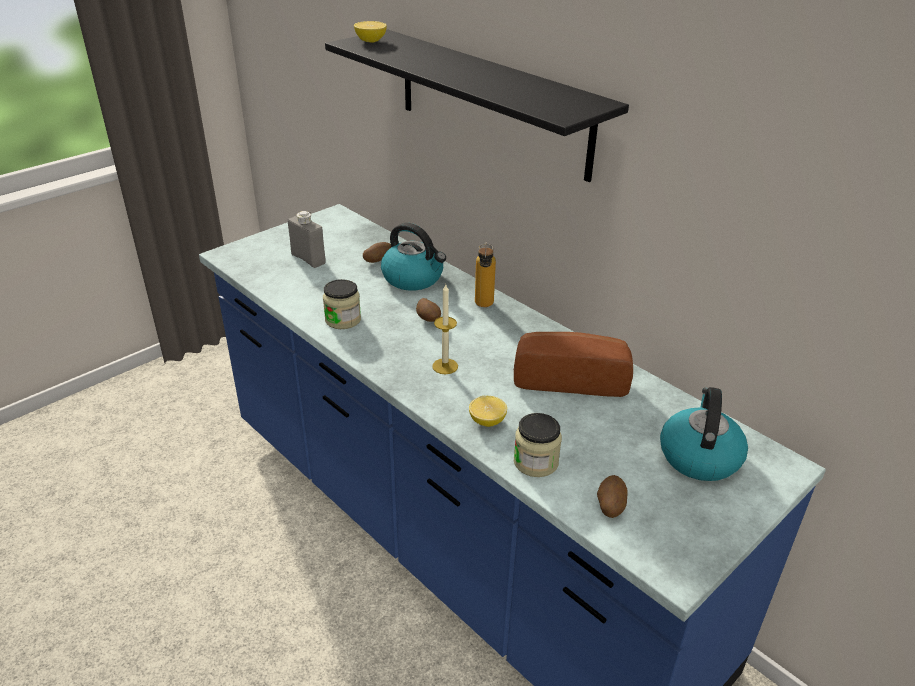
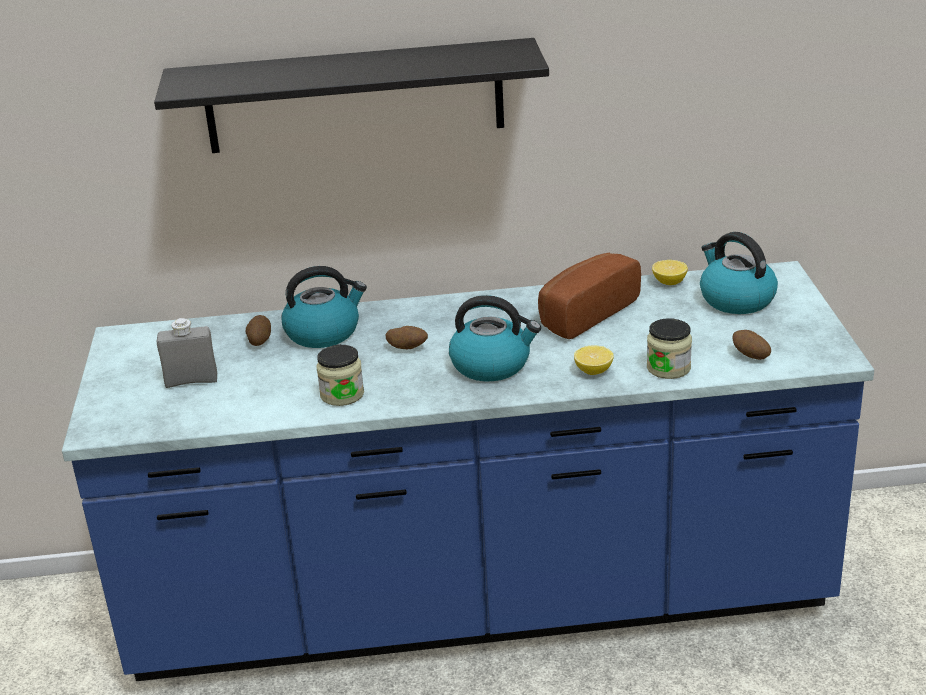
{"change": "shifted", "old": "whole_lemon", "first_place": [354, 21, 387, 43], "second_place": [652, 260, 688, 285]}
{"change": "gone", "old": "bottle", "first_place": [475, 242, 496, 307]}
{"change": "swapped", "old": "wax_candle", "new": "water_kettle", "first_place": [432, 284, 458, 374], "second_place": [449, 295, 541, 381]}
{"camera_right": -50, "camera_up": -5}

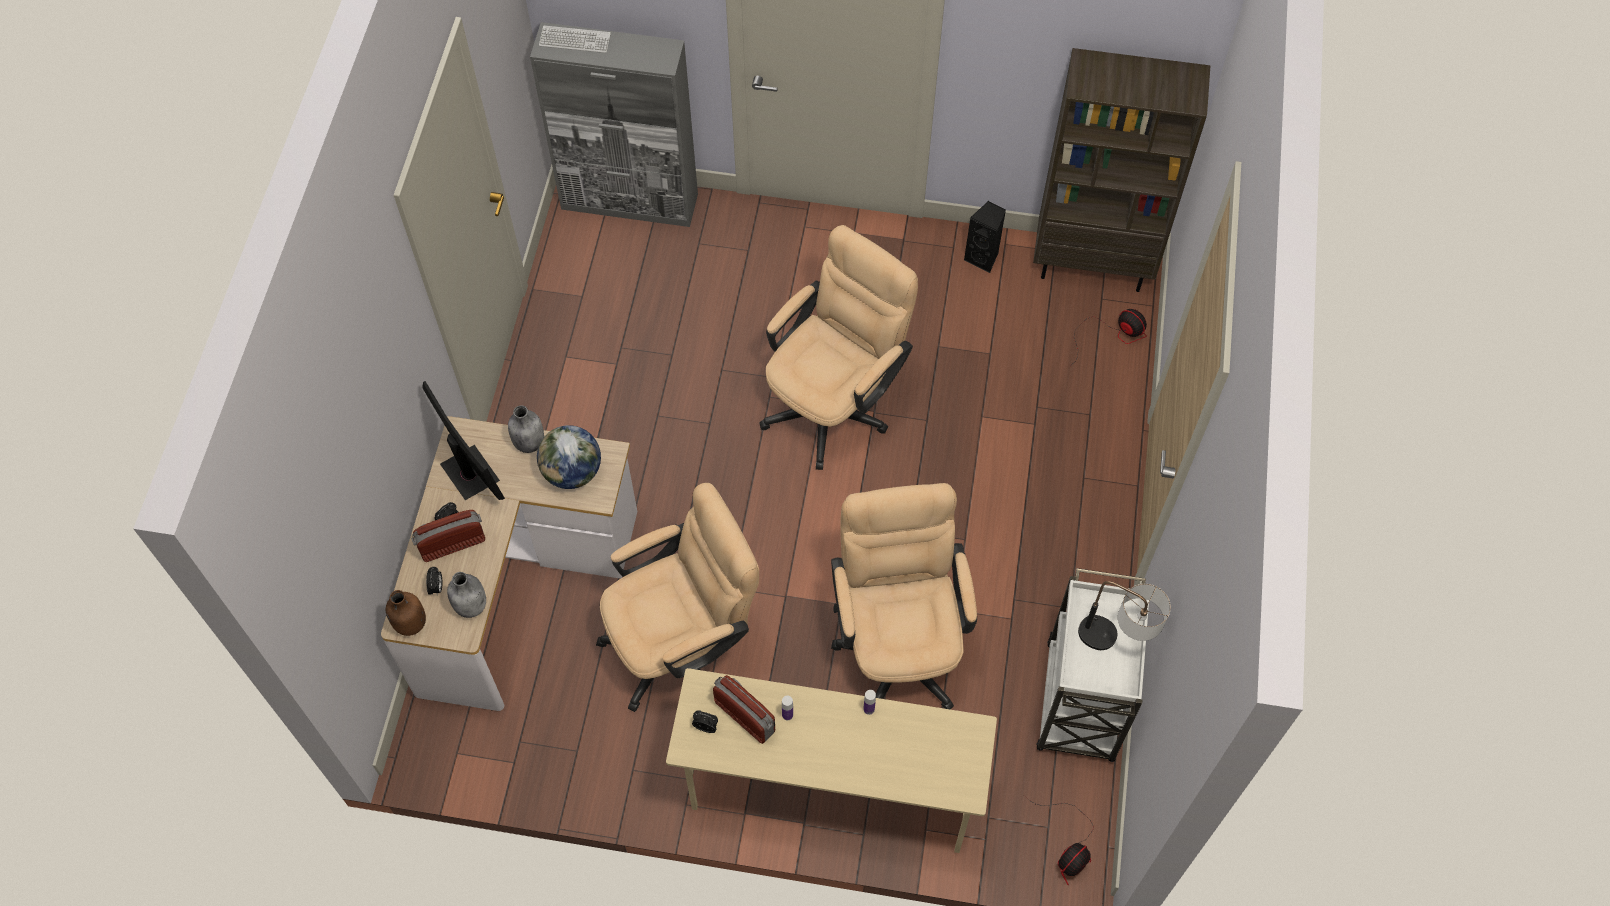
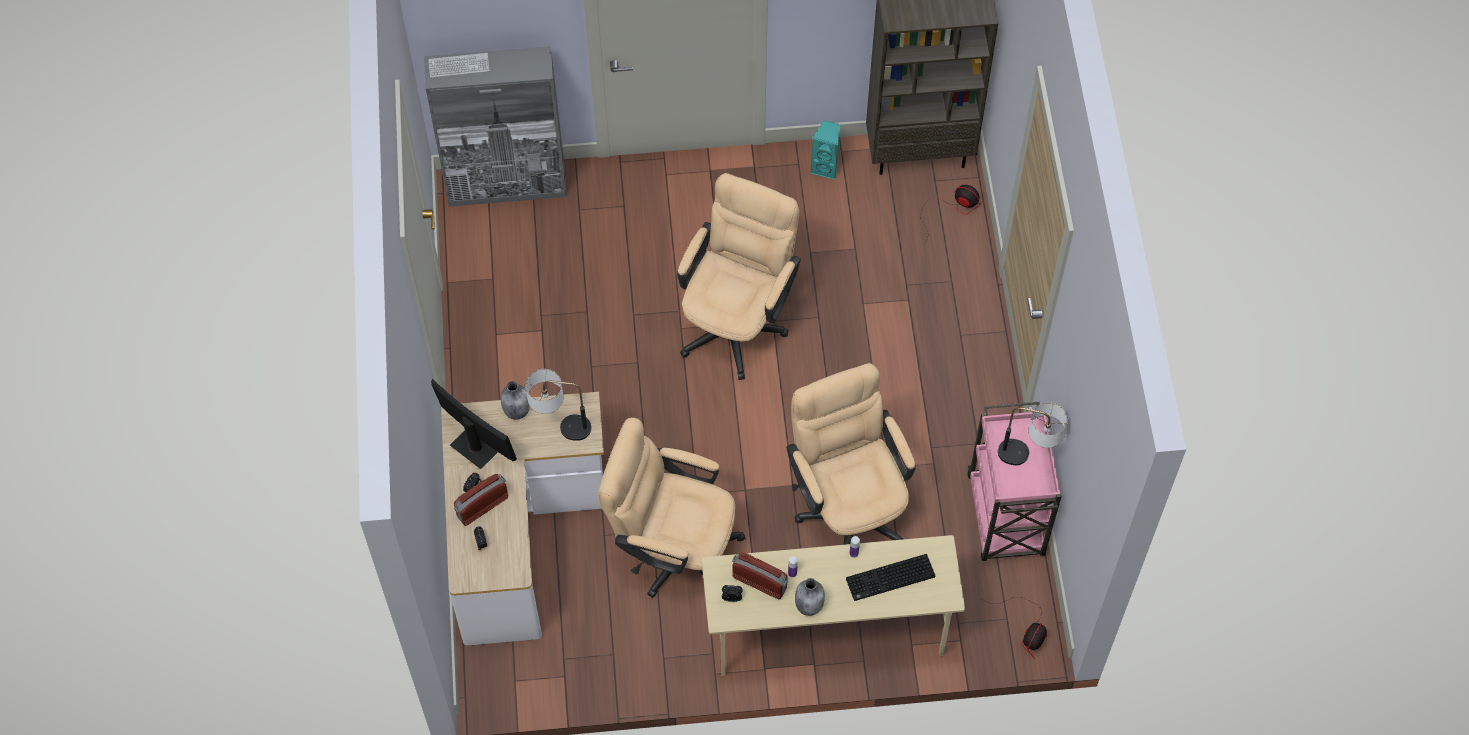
{"change": "repainted", "old": "black_audio_speaker", "new": "turquoise_audio_speaker", "first_place": [964, 201, 1006, 273], "second_place": [811, 120, 840, 180]}
{"change": "swapped", "old": "desk_globe", "new": "table_lamp", "first_place": [537, 425, 601, 489], "second_place": [525, 369, 591, 441]}
{"change": "rotated", "old": "beige-coloured_desk_chair", "first_place": [596, 483, 759, 712], "second_place": [598, 417, 746, 598], "degrees": -120}
{"change": "repainted", "old": "whitish_trolley", "new": "pinkish_trolley", "first_place": [1036, 568, 1149, 762], "second_place": [967, 402, 1061, 561]}
{"change": "shifted", "old": "gray_bottle", "first_place": [447, 572, 486, 618], "second_place": [795, 578, 825, 616]}
{"change": "gone", "old": "brown_bottle", "first_place": [386, 590, 426, 636]}
{"change": "new", "new": "computer_keyboard", "second_place": [846, 554, 935, 601]}
{"camera_right": -15, "camera_up": 0}

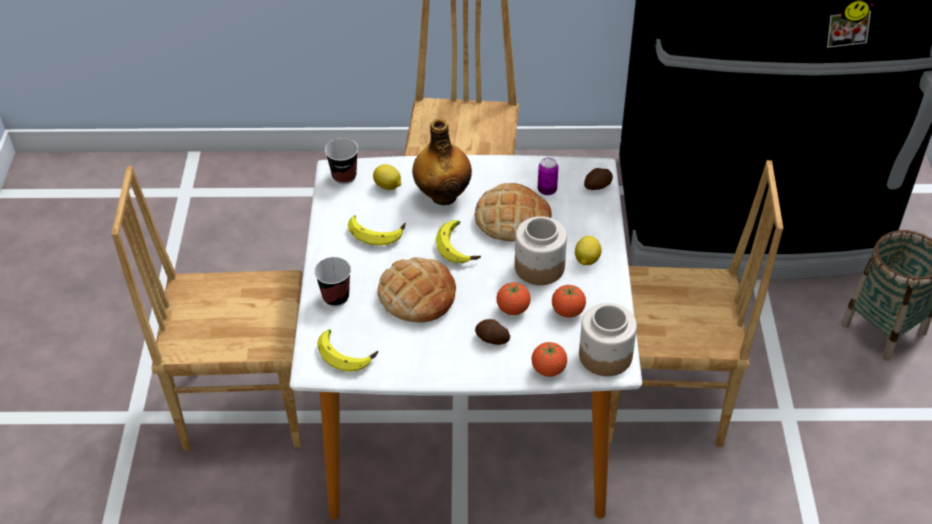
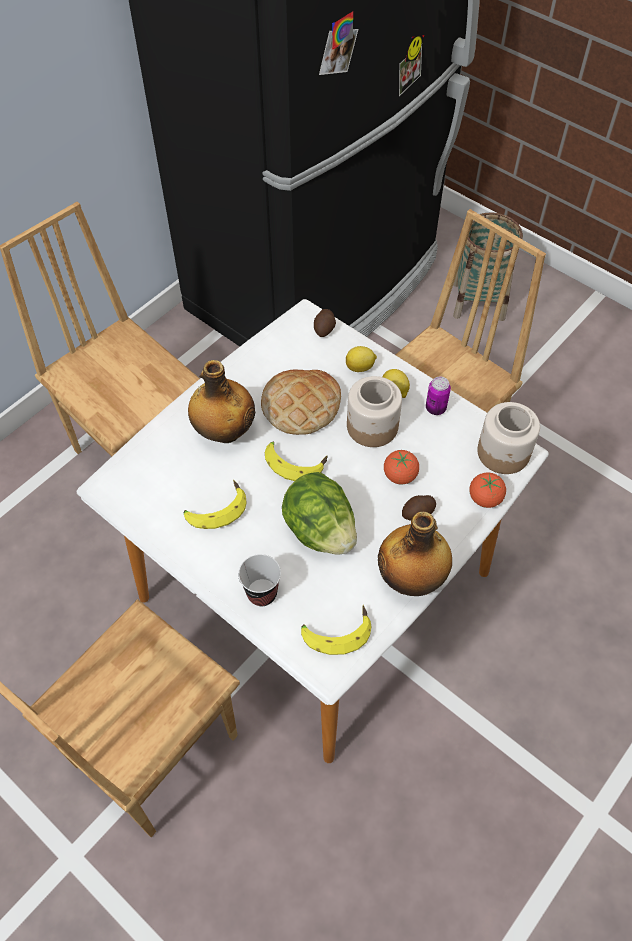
{"change": "gone", "old": "drinking_cup", "first_place": [325, 138, 358, 184]}
{"change": "shifted", "old": "sealed_can", "first_place": [538, 157, 558, 195], "second_place": [426, 377, 451, 415]}
{"change": "shifted", "old": "whole_lemon", "first_place": [373, 164, 401, 190], "second_place": [346, 346, 377, 372]}
{"change": "swapped", "old": "bread", "new": "head_of_lettuce", "first_place": [378, 257, 456, 322], "second_place": [282, 472, 357, 555]}
{"change": "gone", "old": "whole_tomato", "first_place": [552, 285, 586, 318]}
{"change": "new", "new": "bottle", "second_place": [378, 512, 452, 596]}
{"camera_right": -50, "camera_up": 10}

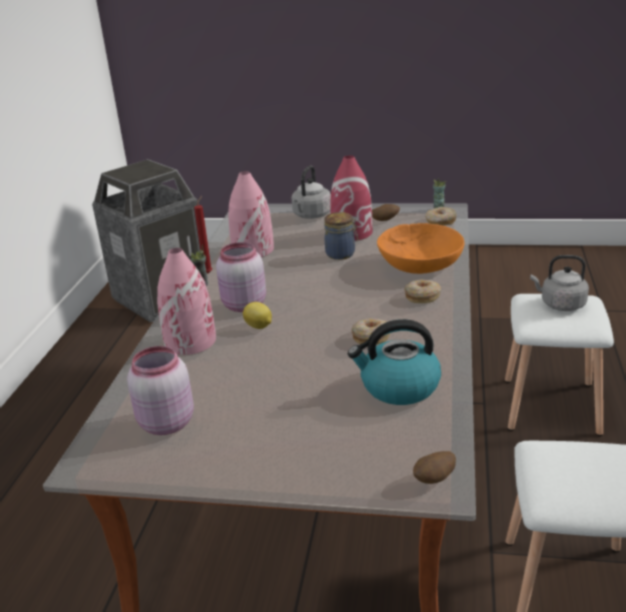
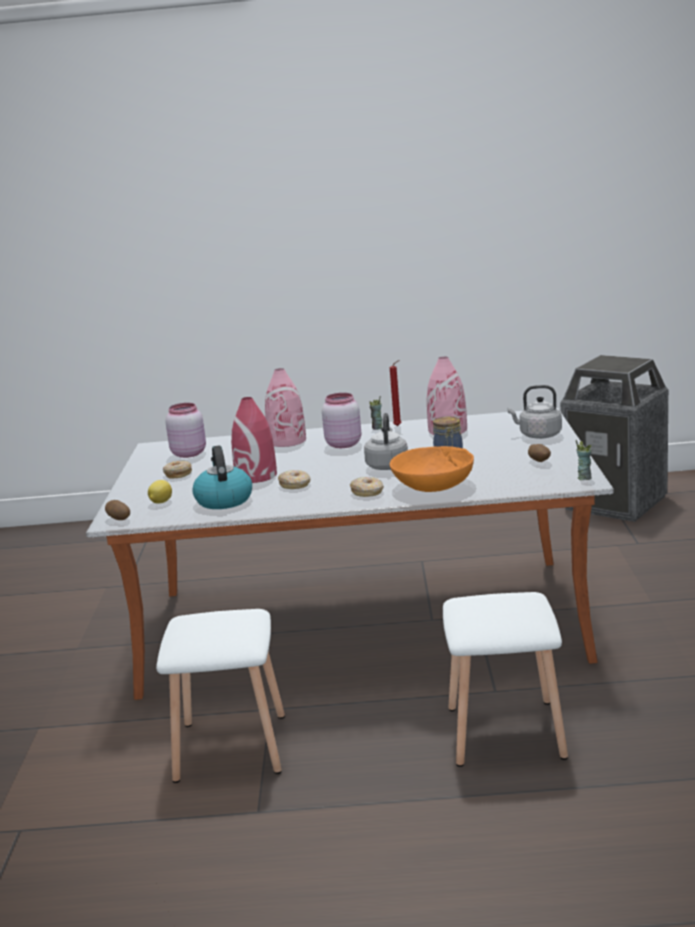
{"change": "shifted", "old": "reddish_flower_vase", "first_place": [330, 155, 373, 241], "second_place": [231, 397, 277, 483]}
{"change": "shifted", "old": "doughnut", "first_place": [425, 207, 457, 226], "second_place": [163, 461, 192, 478]}
{"change": "shifted", "old": "gray_water_kettle", "first_place": [530, 255, 589, 311], "second_place": [364, 413, 408, 470]}
{"change": "shifted", "old": "whole_lemon", "first_place": [243, 302, 272, 329], "second_place": [148, 480, 172, 504]}
{"camera_right": 80, "camera_up": -10}

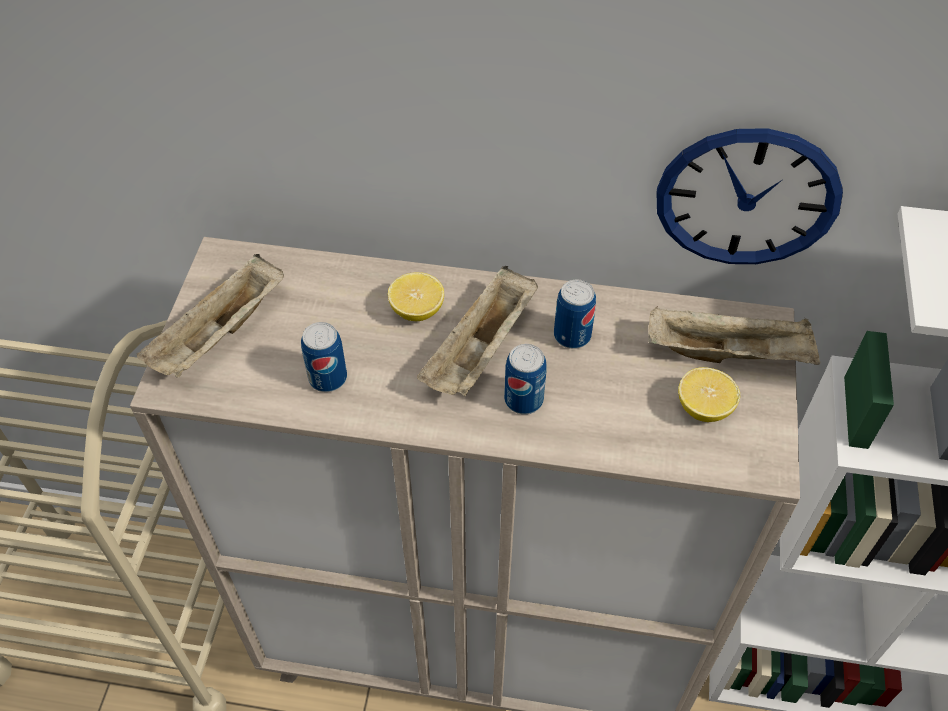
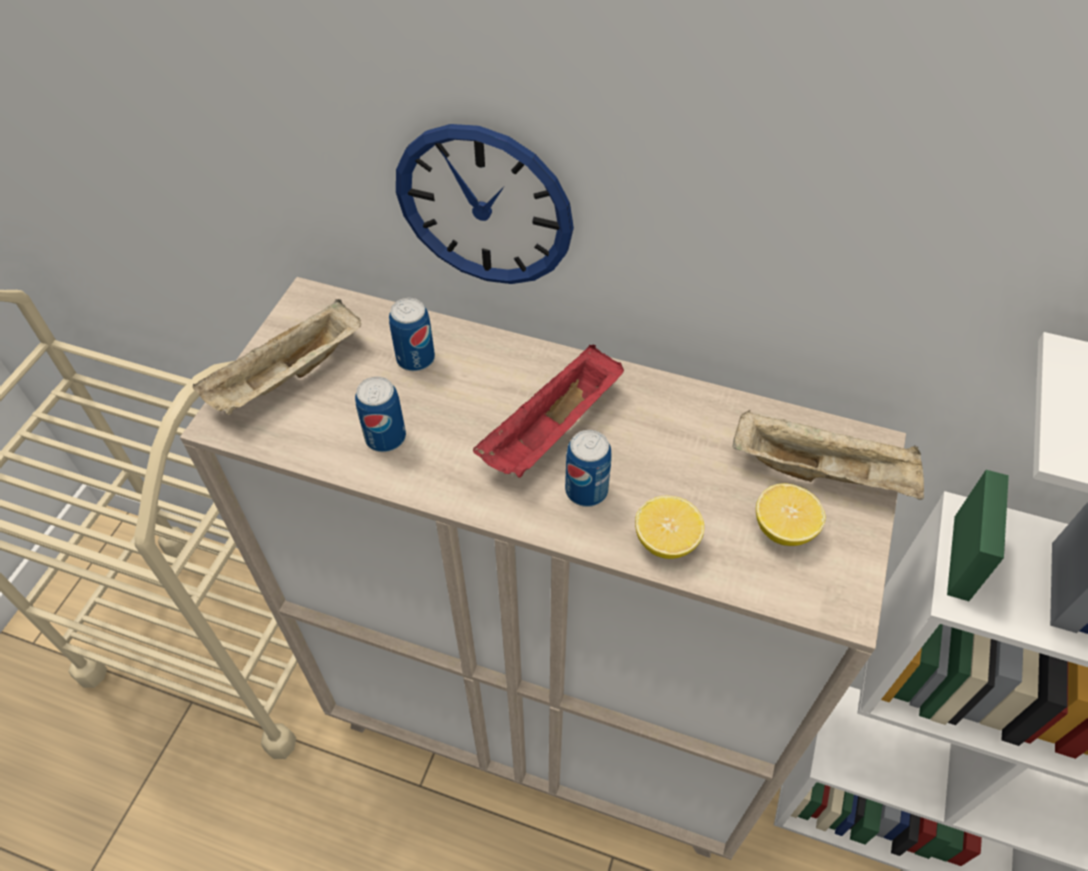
{"change": "shifted", "old": "clock_on_the_wall", "first_place": [657, 128, 843, 264], "second_place": [396, 124, 574, 284]}
{"change": "repainted", "old": "beige-coloured_carrying_tray", "new": "reddish_carrying_tray", "first_place": [417, 266, 538, 396], "second_place": [473, 345, 624, 478]}
{"change": "shifted", "old": "whole_lemon", "first_place": [388, 272, 444, 321], "second_place": [635, 496, 704, 559]}
{"change": "shifted", "old": "sealed_can", "first_place": [554, 279, 596, 349], "second_place": [389, 298, 435, 371]}
{"camera_right": 10, "camera_up": 0}

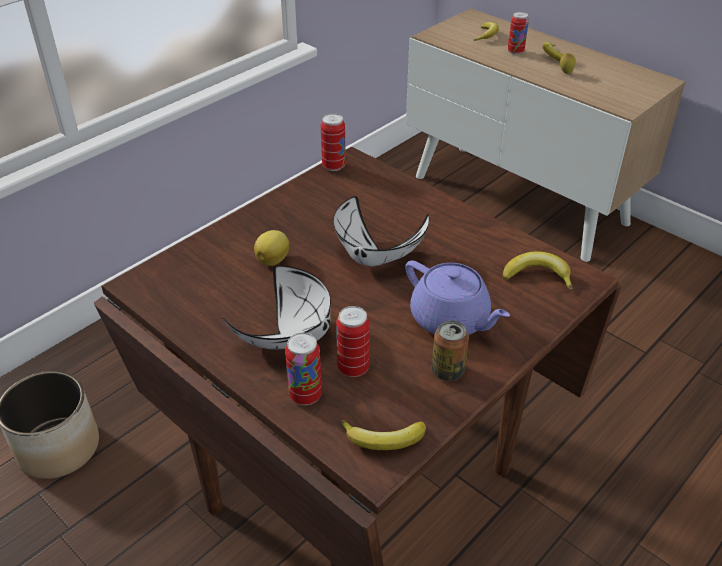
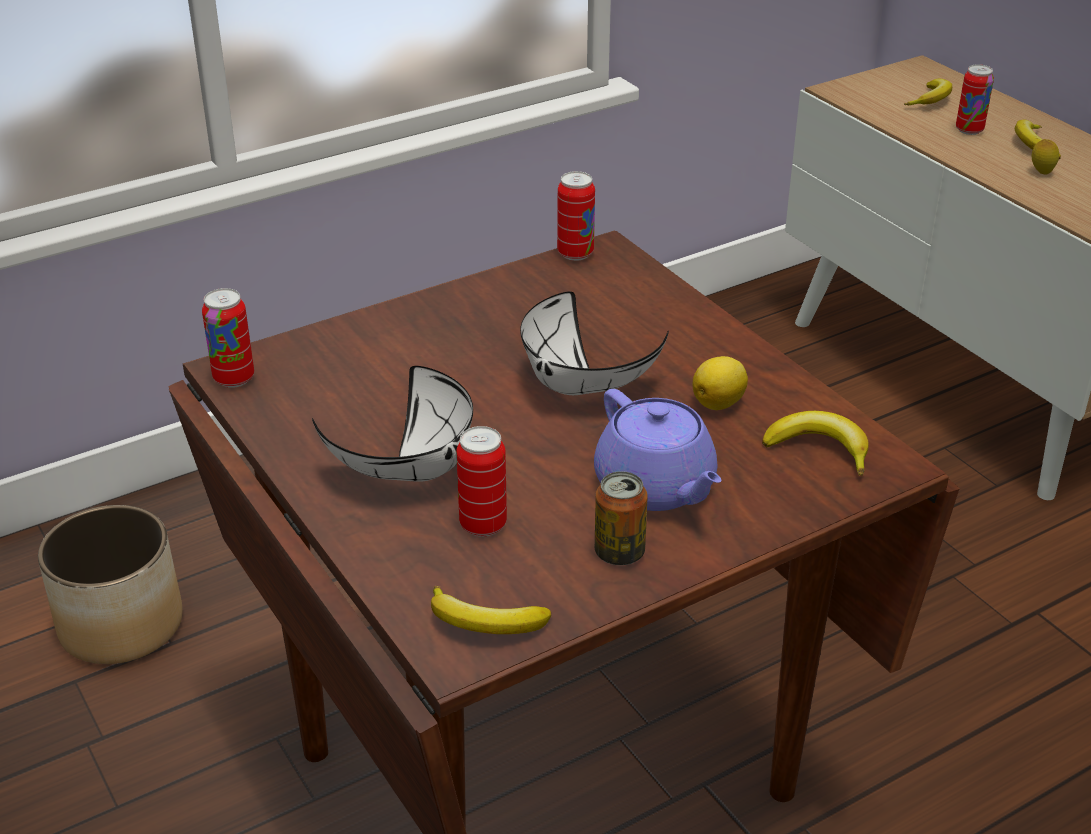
{"change": "shifted", "old": "whole_lemon", "first_place": [254, 230, 289, 266], "second_place": [693, 356, 748, 410]}
{"change": "shifted", "old": "sealed_can", "first_place": [285, 332, 322, 405], "second_place": [202, 288, 254, 388]}
{"camera_right": 15, "camera_up": -5}

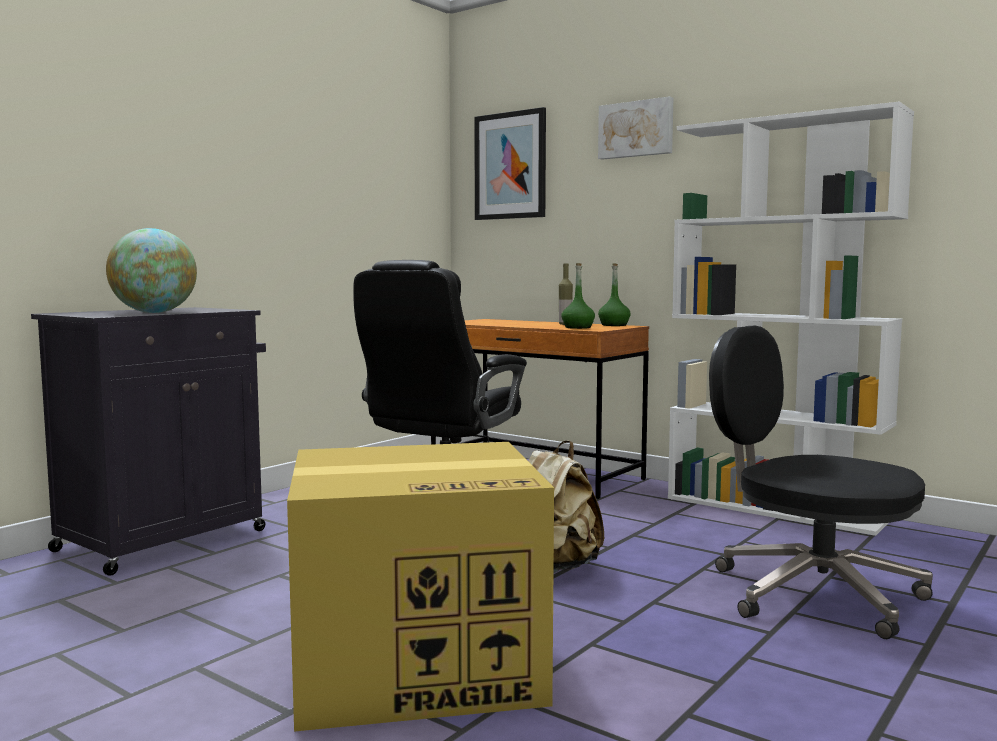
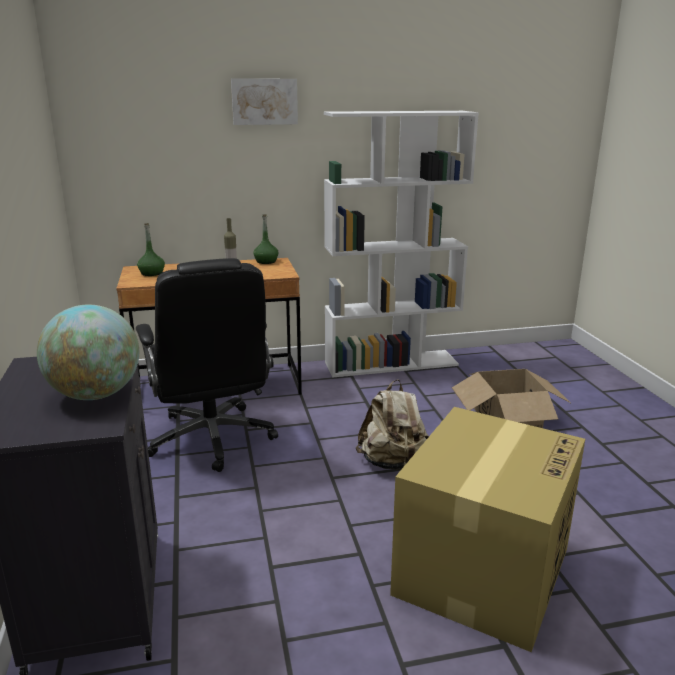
{"change": "gone", "old": "wall_art", "first_place": [474, 107, 546, 220]}
{"change": "shifted", "old": "green-coloured_bottle", "first_place": [561, 263, 595, 329], "second_place": [137, 223, 165, 276]}
{"change": "swapped", "old": "black_desk_chair", "new": "packing_box", "first_place": [709, 326, 933, 639], "second_place": [452, 369, 572, 428]}
{"camera_right": -50, "camera_up": 15}

